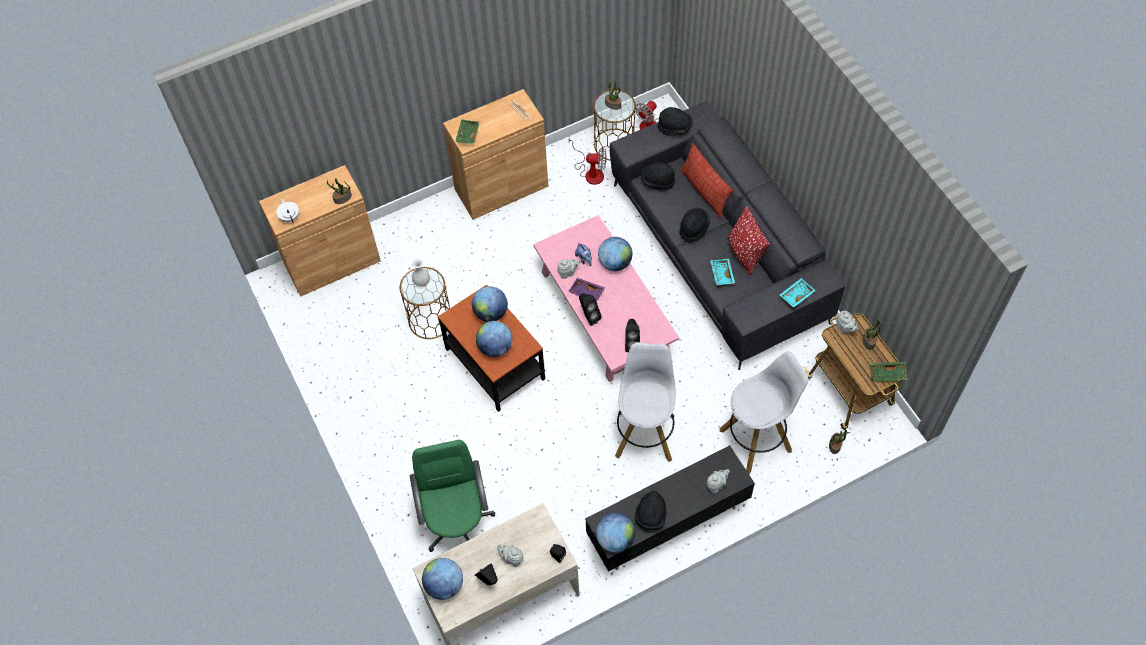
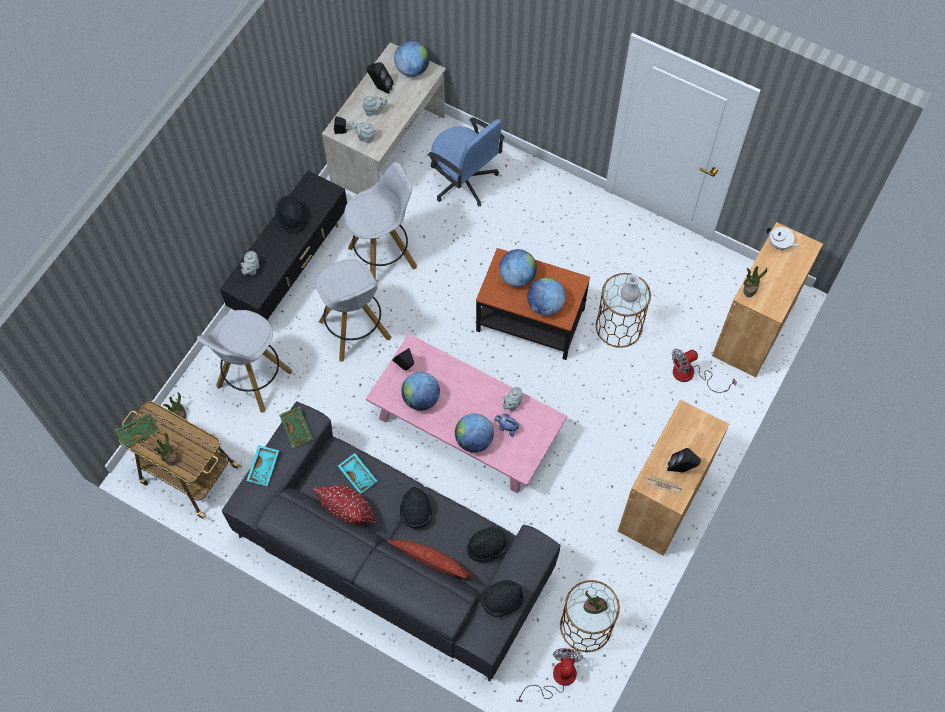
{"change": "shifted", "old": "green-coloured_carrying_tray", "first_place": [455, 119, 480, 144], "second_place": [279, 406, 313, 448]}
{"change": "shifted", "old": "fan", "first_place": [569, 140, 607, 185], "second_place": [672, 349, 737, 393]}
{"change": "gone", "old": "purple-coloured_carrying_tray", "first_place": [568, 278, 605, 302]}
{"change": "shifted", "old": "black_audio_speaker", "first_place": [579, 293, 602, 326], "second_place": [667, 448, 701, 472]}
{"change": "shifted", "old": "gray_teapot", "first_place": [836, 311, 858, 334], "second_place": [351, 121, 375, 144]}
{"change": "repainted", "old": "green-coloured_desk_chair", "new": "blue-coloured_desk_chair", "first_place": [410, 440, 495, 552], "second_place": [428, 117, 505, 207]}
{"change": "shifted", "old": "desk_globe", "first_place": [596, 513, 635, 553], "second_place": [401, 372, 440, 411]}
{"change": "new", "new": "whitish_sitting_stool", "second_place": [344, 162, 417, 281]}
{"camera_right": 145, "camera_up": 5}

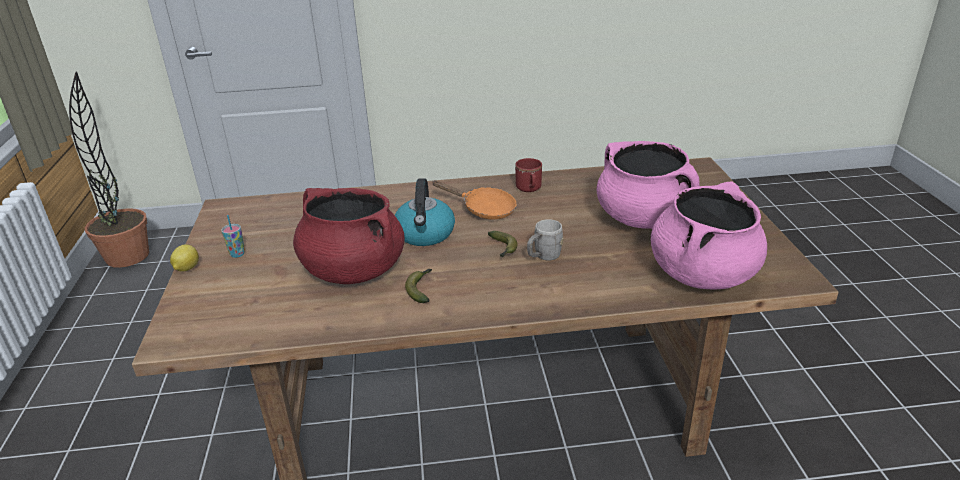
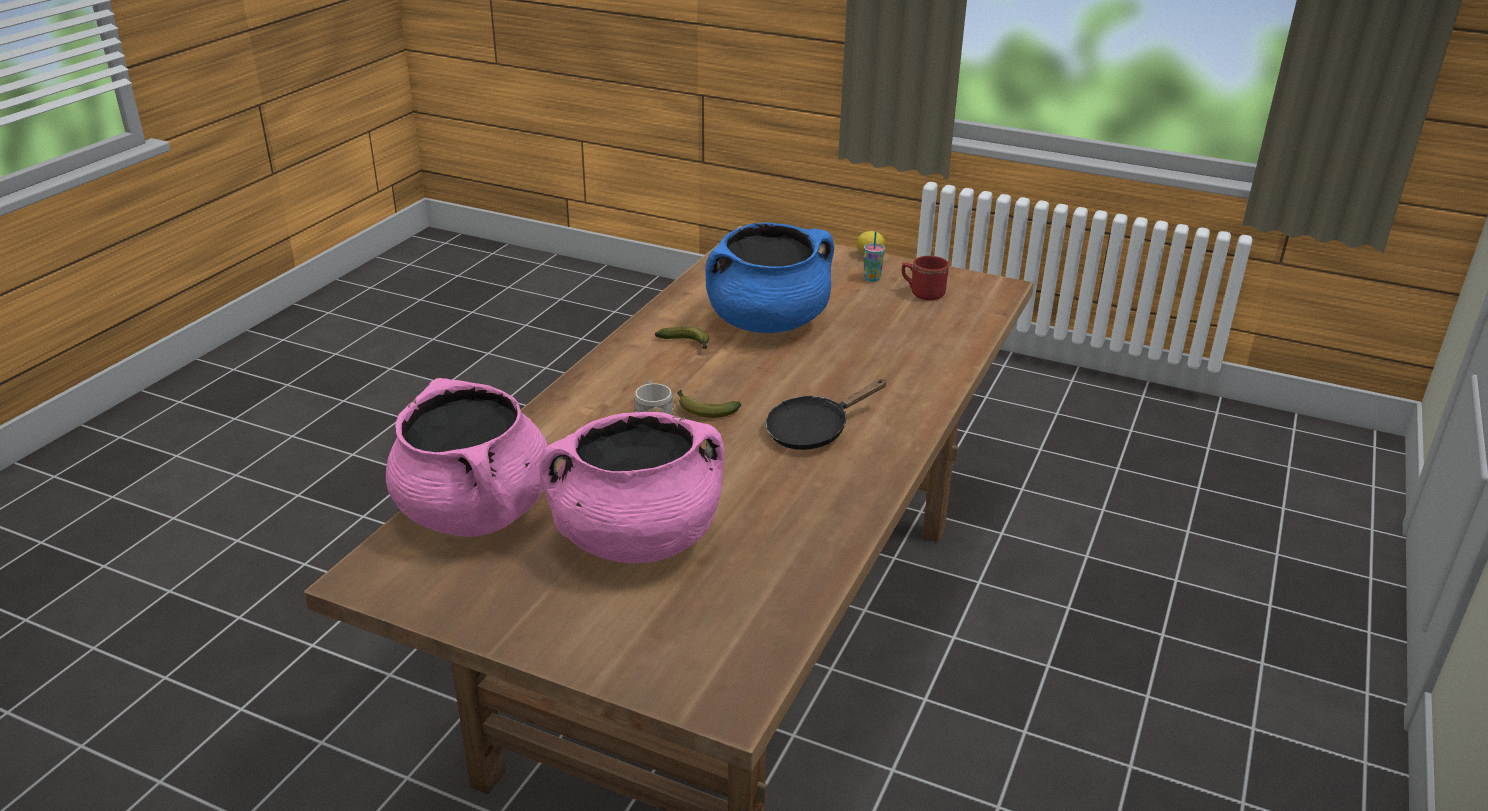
{"change": "gone", "old": "potted_plant", "first_place": [69, 71, 149, 268]}
{"change": "shifted", "old": "reddish_tea_mug", "first_place": [515, 158, 542, 192], "second_place": [902, 256, 949, 300]}
{"change": "gone", "old": "water_kettle", "first_place": [395, 178, 455, 246]}
{"change": "repainted", "old": "orange_pan", "new": "black_pan", "first_place": [432, 181, 517, 219], "second_place": [766, 379, 887, 450]}
{"change": "repainted", "old": "reddish_saucepot", "new": "blue-coloured_saucepot", "first_place": [293, 188, 405, 284], "second_place": [705, 222, 834, 333]}
{"camera_right": 120, "camera_up": 0}

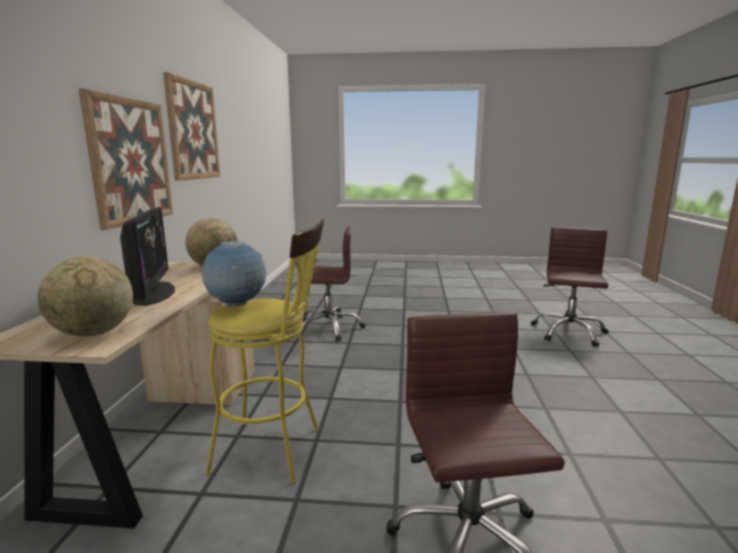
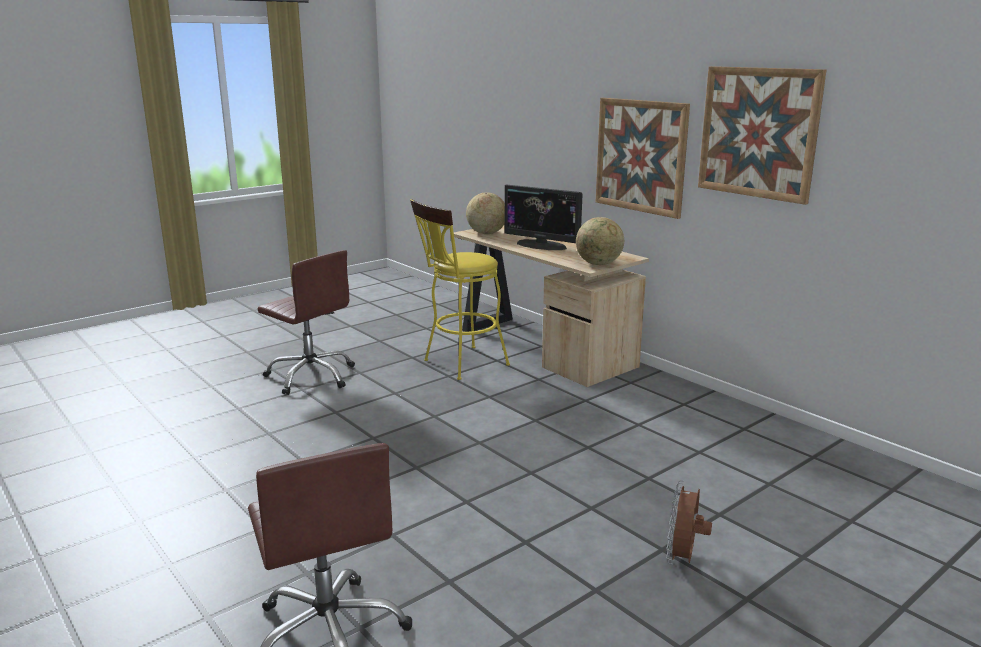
{"change": "gone", "old": "brown_desk_chair", "first_place": [301, 226, 365, 341]}
{"change": "gone", "old": "desk_globe", "first_place": [201, 240, 266, 307]}
{"change": "new", "new": "brown_fan", "second_place": [666, 480, 712, 565]}
{"camera_right": 135, "camera_up": 5}

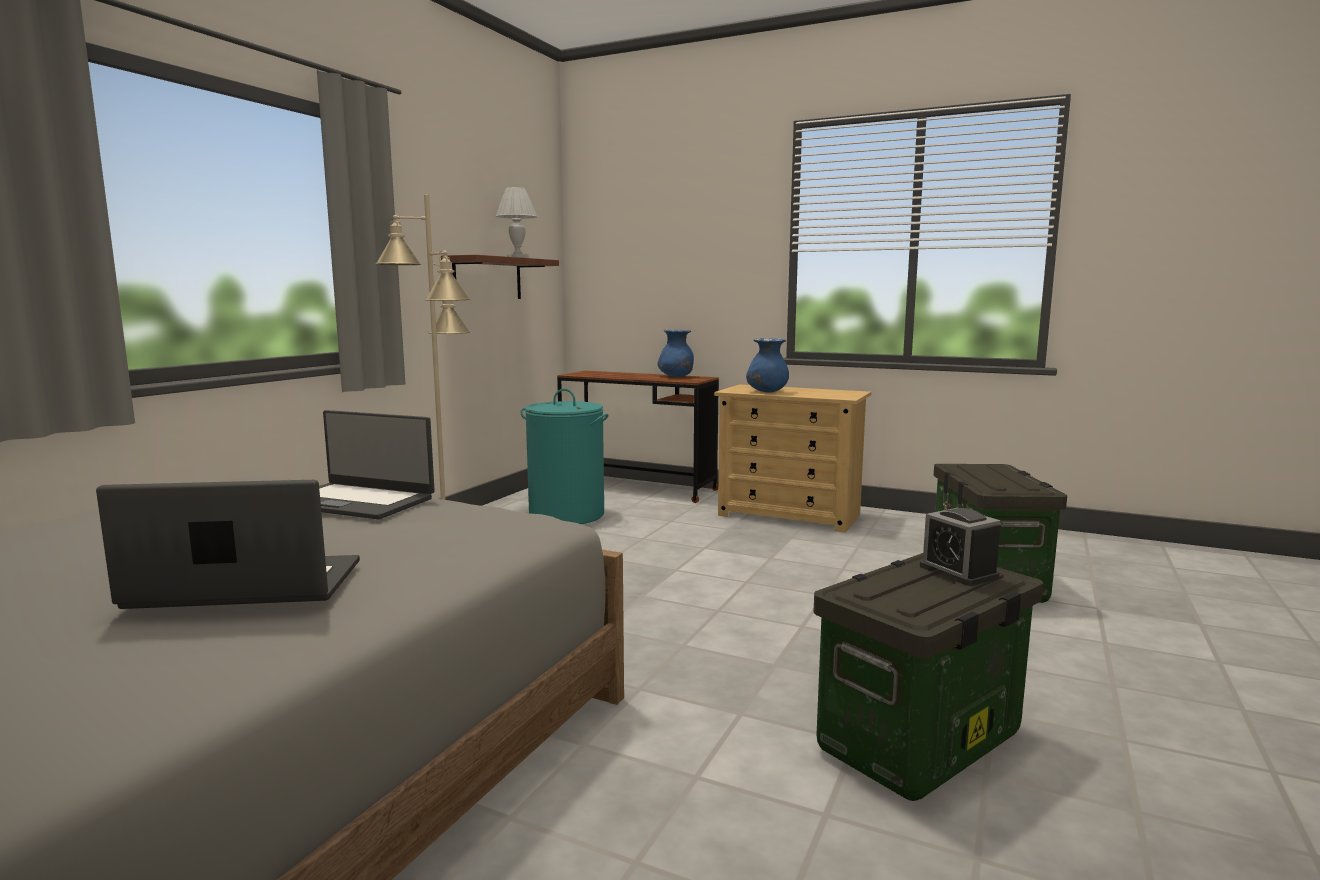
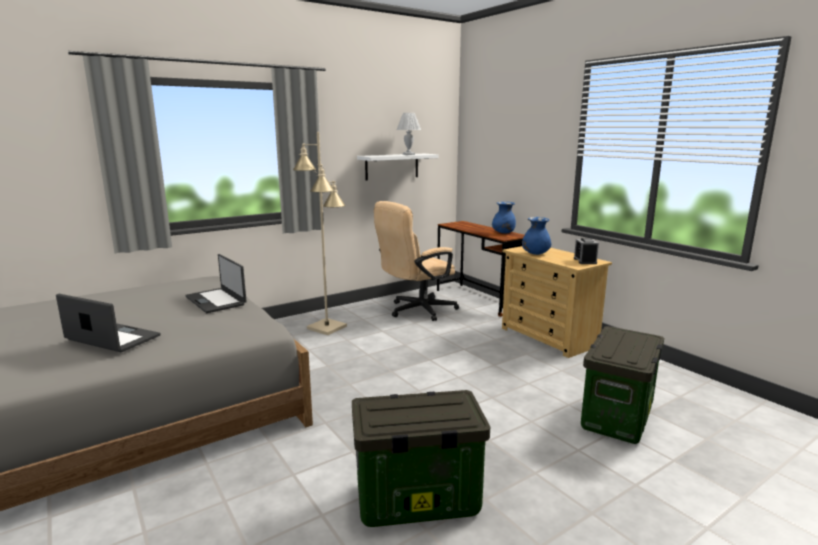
{"change": "repainted", "old": "brown_shelf", "new": "whitish_shelf", "first_place": [441, 255, 559, 299], "second_place": [357, 154, 438, 180]}
{"change": "swapped", "old": "turquoise_hamper", "new": "beige-coloured_desk_chair", "first_place": [520, 388, 608, 524], "second_place": [374, 201, 459, 321]}
{"change": "shifted", "old": "alarm_clock", "first_place": [920, 508, 1001, 586], "second_place": [574, 238, 599, 264]}
{"camera_right": 30, "camera_up": 5}

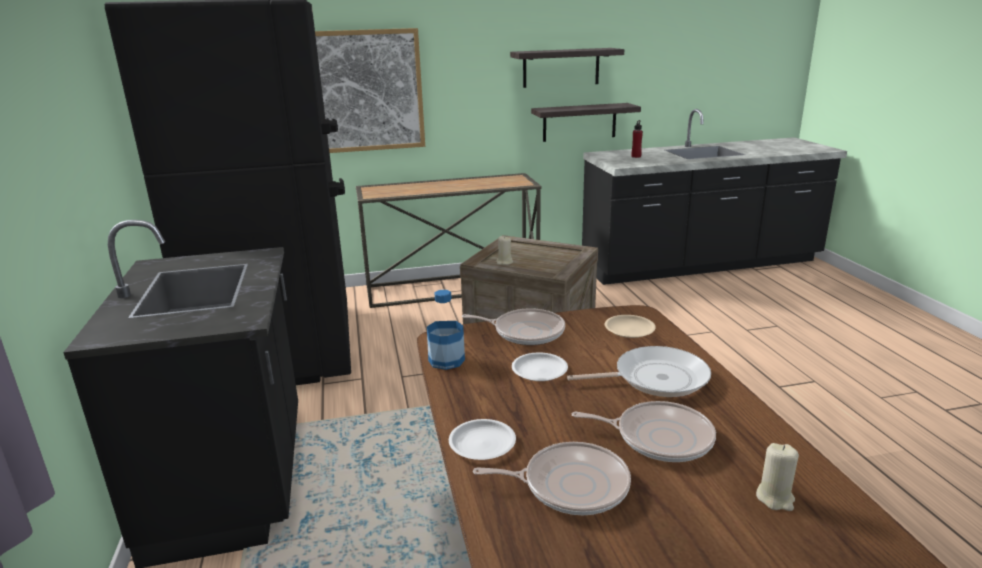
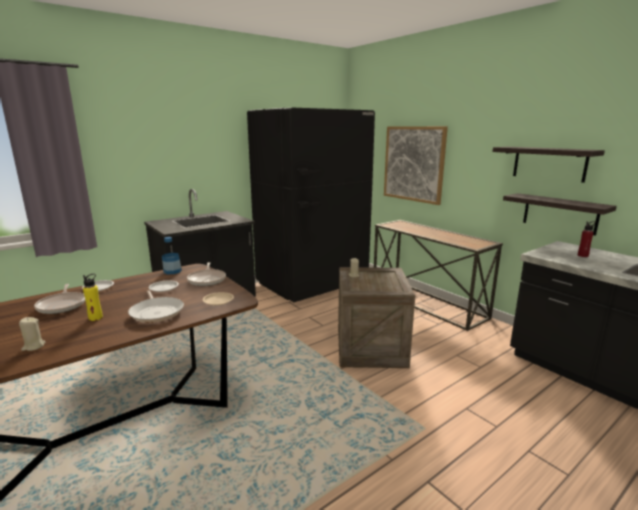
{"change": "swapped", "old": "pan", "new": "yellow-coloured_bottle", "first_place": [572, 401, 716, 462], "second_place": [83, 274, 103, 321]}
{"camera_right": 65, "camera_up": -5}

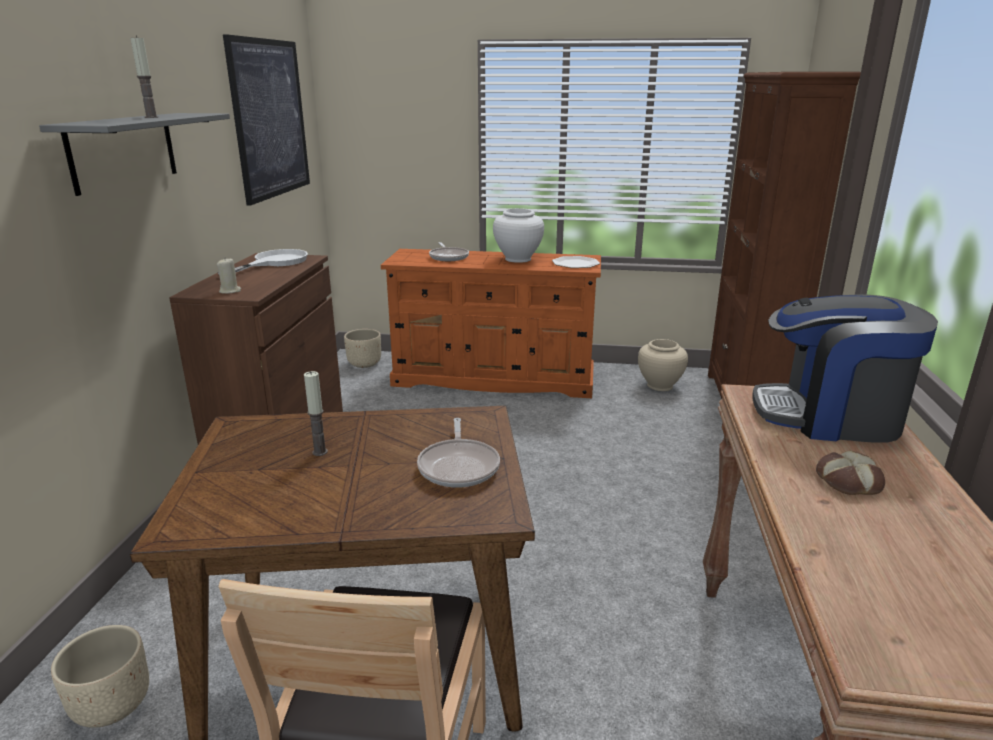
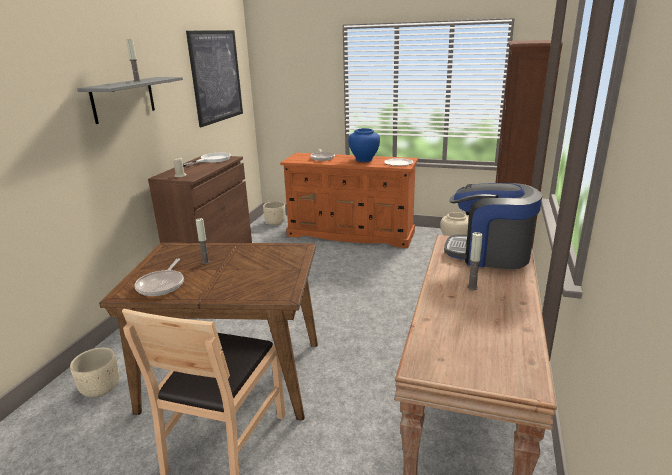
{"change": "repainted", "old": "whitish_flower_vase", "new": "blue-coloured_flower_vase", "first_place": [493, 208, 544, 263], "second_place": [348, 128, 380, 162]}
{"change": "shifted", "old": "pan", "first_place": [417, 418, 500, 488], "second_place": [134, 258, 184, 296]}
{"change": "swapped", "old": "bread", "new": "wax_candle", "first_place": [816, 451, 885, 495], "second_place": [467, 232, 483, 290]}
{"camera_right": 10, "camera_up": 0}

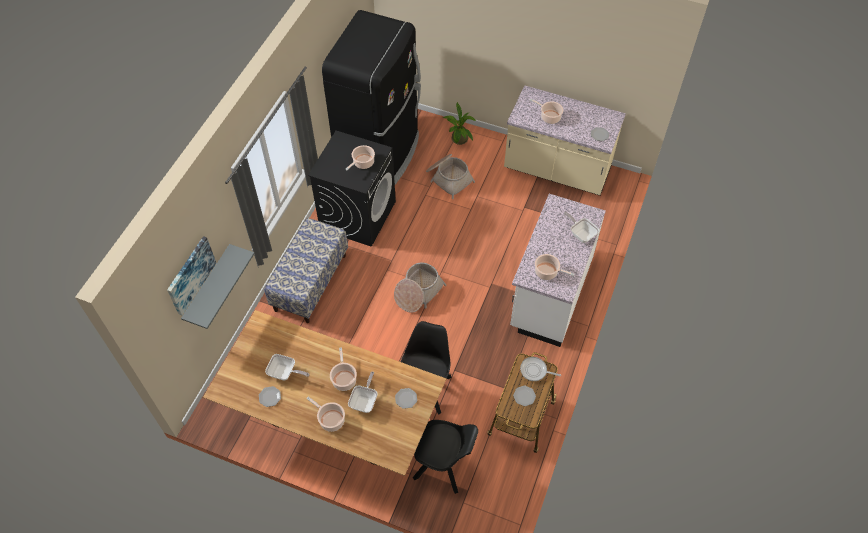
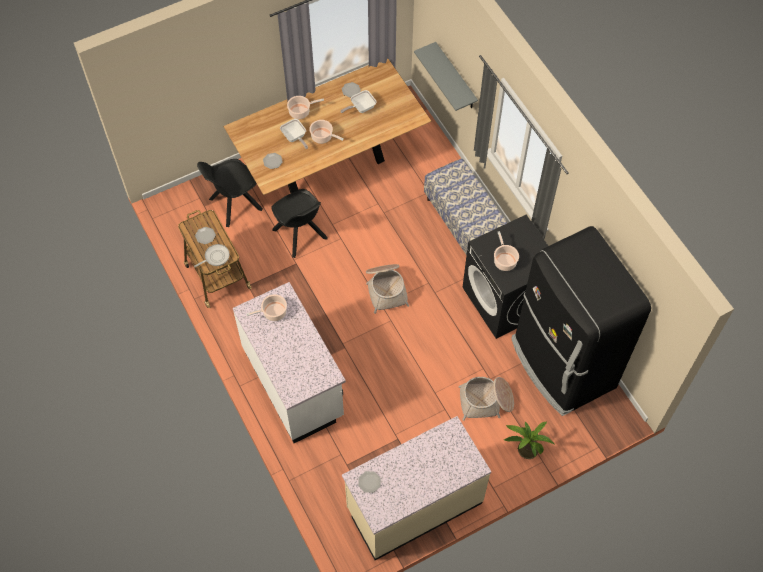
{"change": "gone", "old": "saucepot", "first_place": [530, 99, 563, 124]}
{"change": "gone", "old": "pan", "first_place": [564, 212, 599, 243]}
{"change": "gone", "old": "wall_art", "first_place": [167, 236, 216, 315]}
{"camera_right": 130, "camera_up": 5}

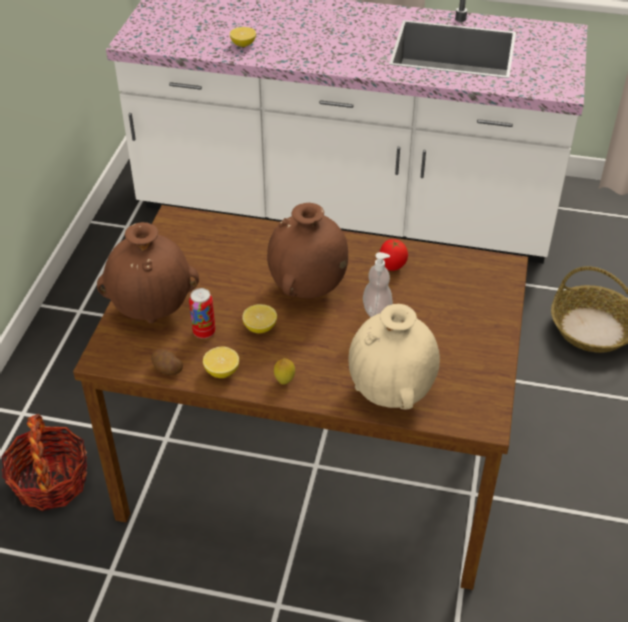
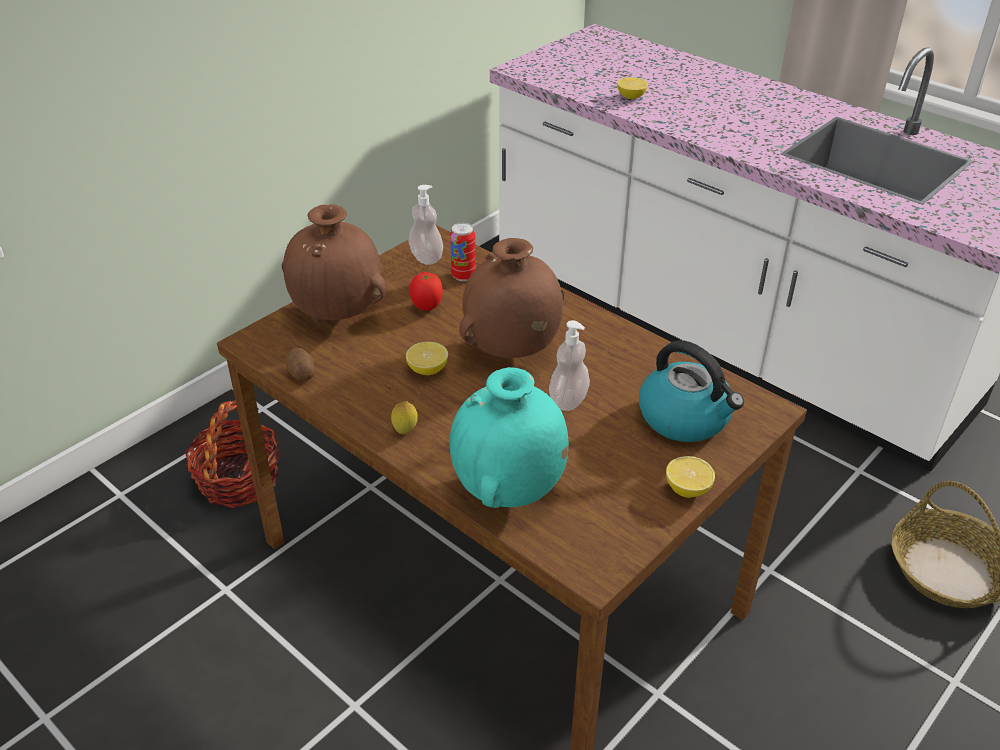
{"change": "shifted", "old": "whole_tomato", "first_place": [380, 239, 408, 271], "second_place": [410, 272, 443, 311]}
{"change": "shifted", "old": "sealed_can", "first_place": [189, 288, 215, 339], "second_place": [450, 223, 476, 281]}
{"change": "repainted", "old": "beige-coloured_flower_vase", "new": "turquoise_flower_vase", "first_place": [349, 304, 440, 410], "second_place": [450, 367, 569, 508]}
{"change": "shifted", "old": "whole_lemon", "first_place": [203, 347, 239, 378], "second_place": [666, 456, 715, 498]}
{"change": "new", "new": "soap_dispenser", "second_place": [409, 185, 443, 265]}
{"change": "new", "new": "water_kettle", "second_place": [639, 340, 744, 442]}
{"camera_right": 30, "camera_up": -5}

